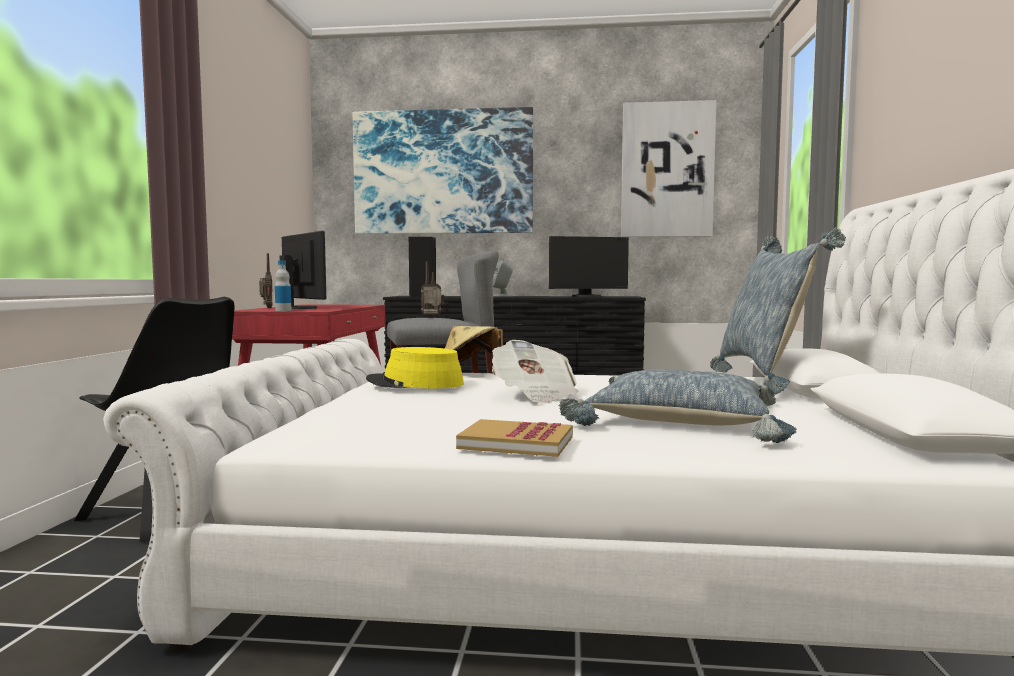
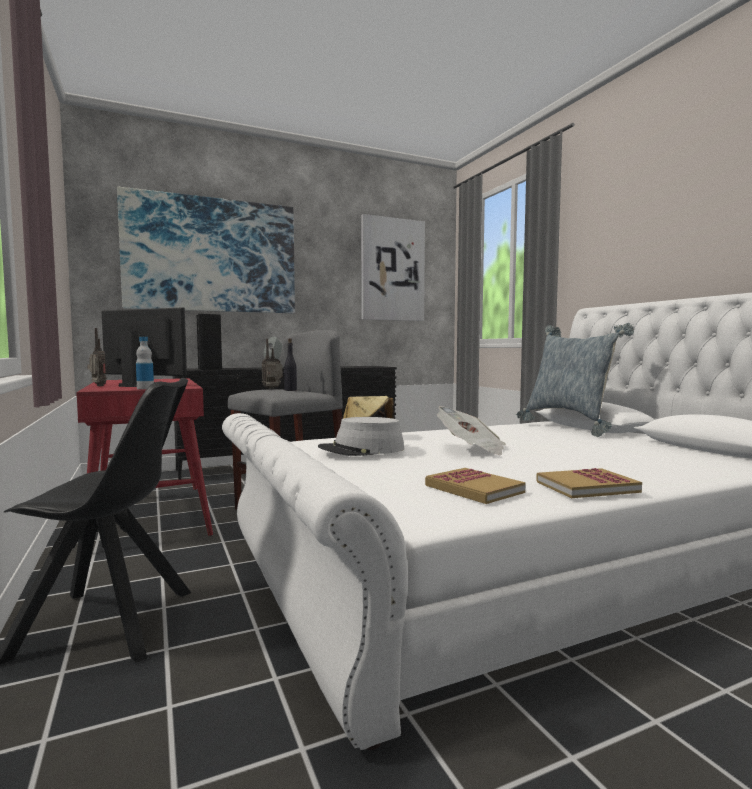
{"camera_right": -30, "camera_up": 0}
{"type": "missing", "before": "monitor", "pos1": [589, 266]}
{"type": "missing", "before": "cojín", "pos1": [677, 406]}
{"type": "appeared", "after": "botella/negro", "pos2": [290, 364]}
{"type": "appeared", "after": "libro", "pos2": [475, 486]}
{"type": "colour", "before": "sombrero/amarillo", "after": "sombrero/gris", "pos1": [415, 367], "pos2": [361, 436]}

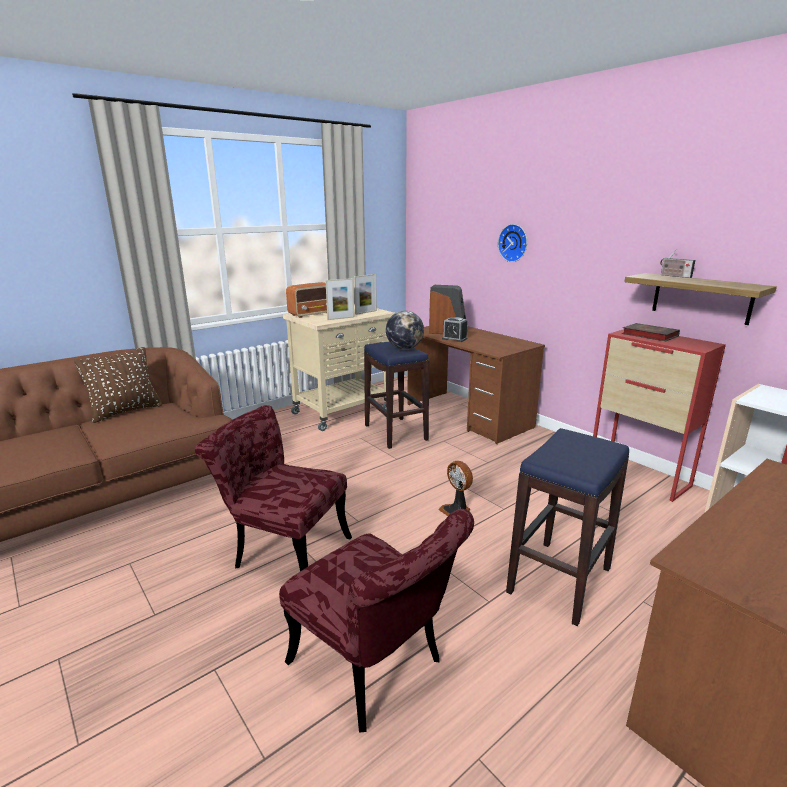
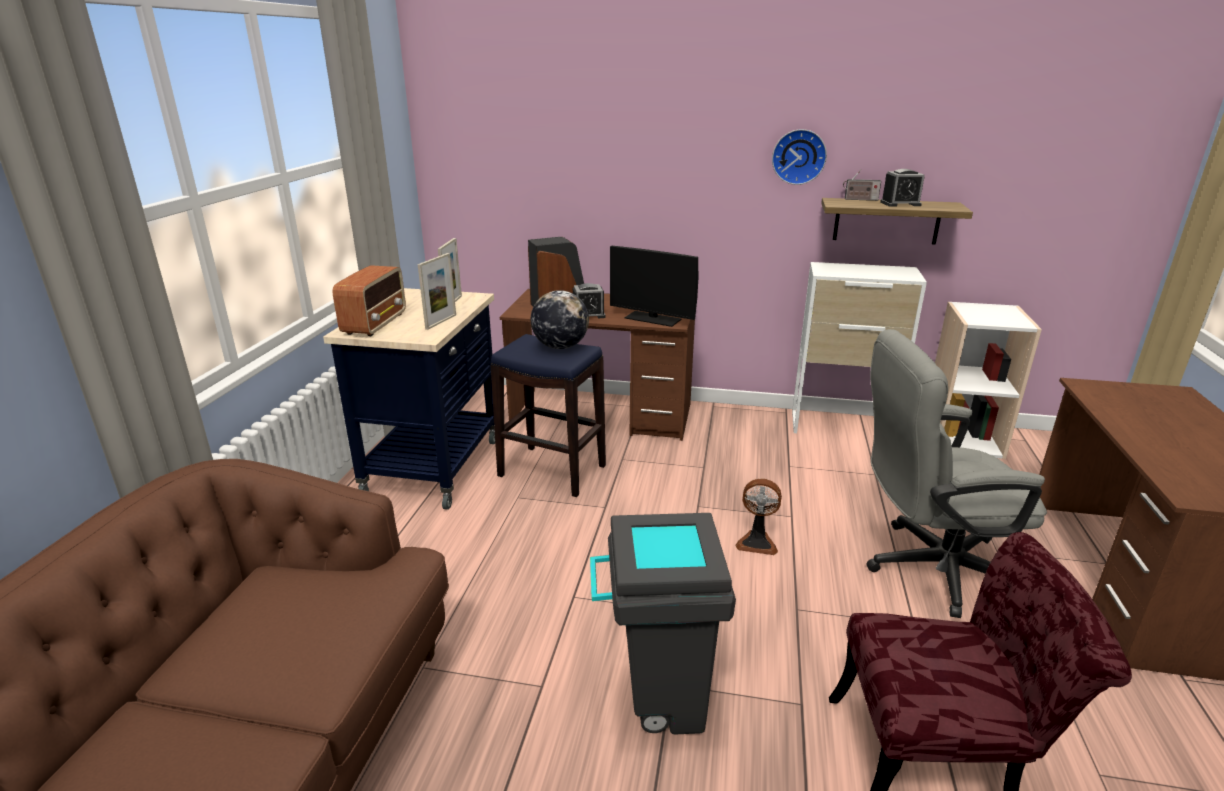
{"camera_right": -40, "camera_up": 5}
{"type": "missing", "before": "cojín/marrón", "pos1": [118, 385]}
{"type": "missing", "before": "libro", "pos1": [651, 332]}
{"type": "appeared", "after": "monitor", "pos2": [654, 286]}
{"type": "appeared", "after": "despertador", "pos2": [902, 188]}
{"type": "relocated", "before": "reloj de pared", "pos1": [512, 243], "pos2": [799, 157]}
{"type": "exchanged", "before": "silla/rojo", "after": "papelera/gris", "pos1": [273, 488], "pos2": [663, 624]}
{"type": "exchanged", "before": "taburete", "after": "silla de oficina/gris", "pos1": [567, 527], "pos2": [956, 473]}
{"type": "colour", "before": "carrito/beis", "after": "carrito/azul", "pos1": [339, 367], "pos2": [409, 399]}
{"type": "colour", "before": "armario/rojo", "after": "armario/blanco", "pos1": [659, 415], "pos2": [859, 347]}

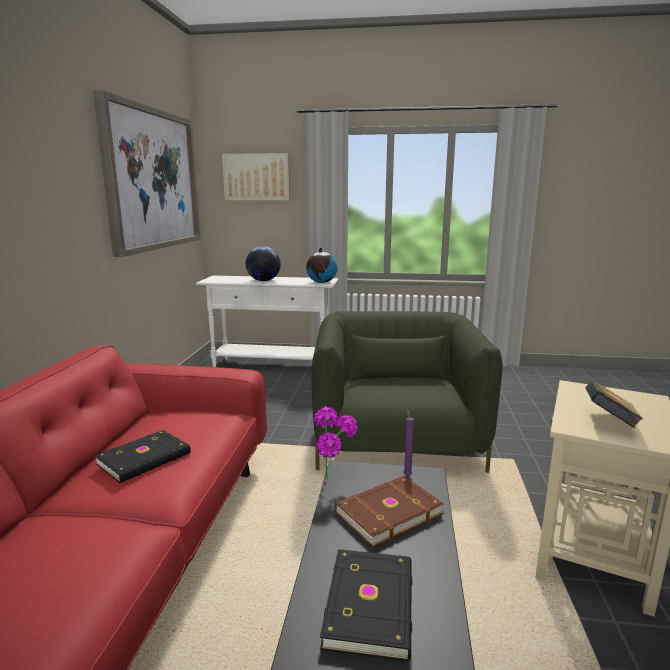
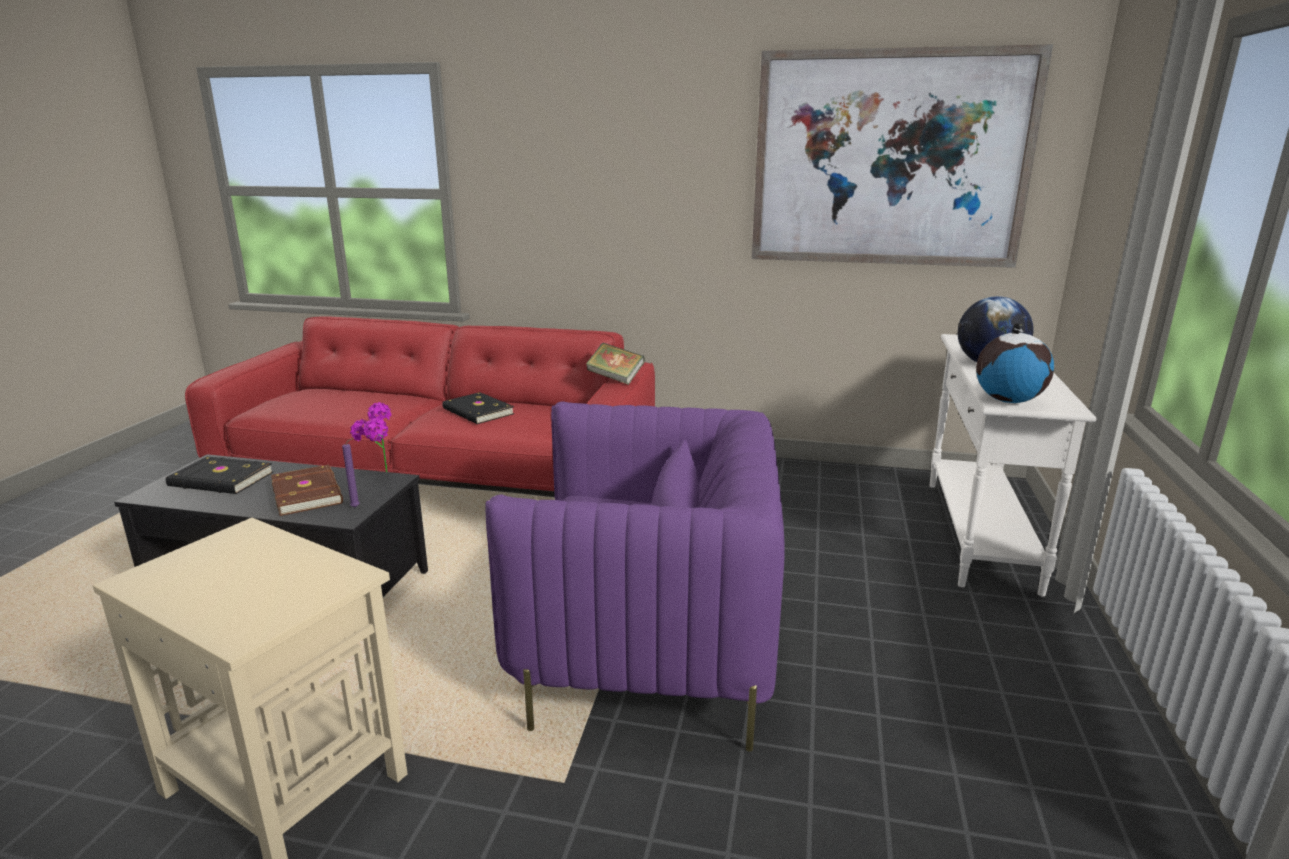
{"camera_right": 95, "camera_up": 5}
{"type": "missing", "before": "cuadro", "pos1": [256, 177]}
{"type": "relocated", "before": "libro", "pos1": [614, 404], "pos2": [615, 364]}
{"type": "colour", "before": "sillón/verde", "after": "sillón/morado", "pos1": [406, 392], "pos2": [635, 576]}

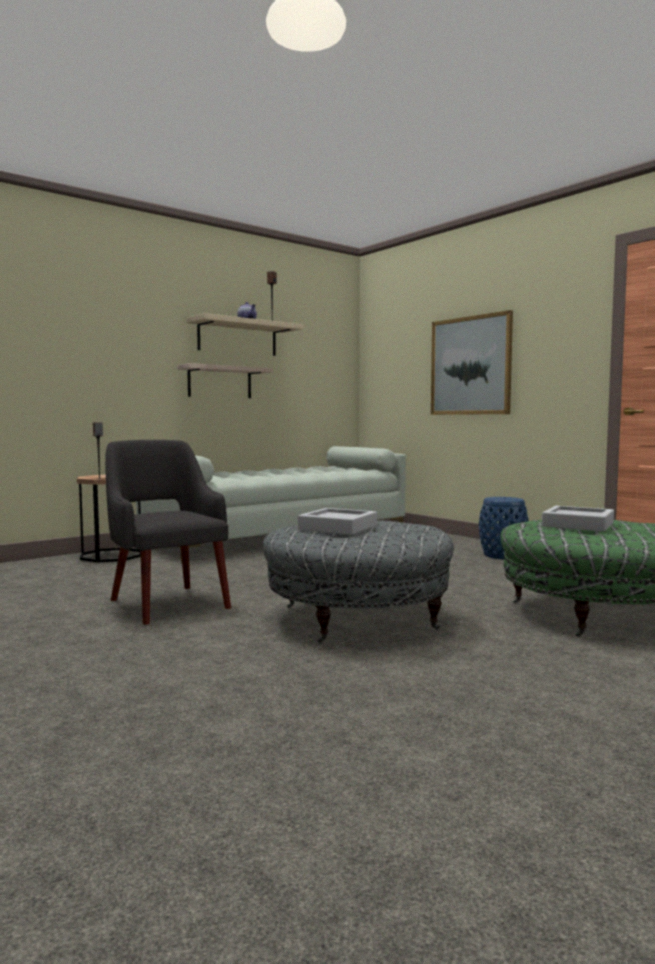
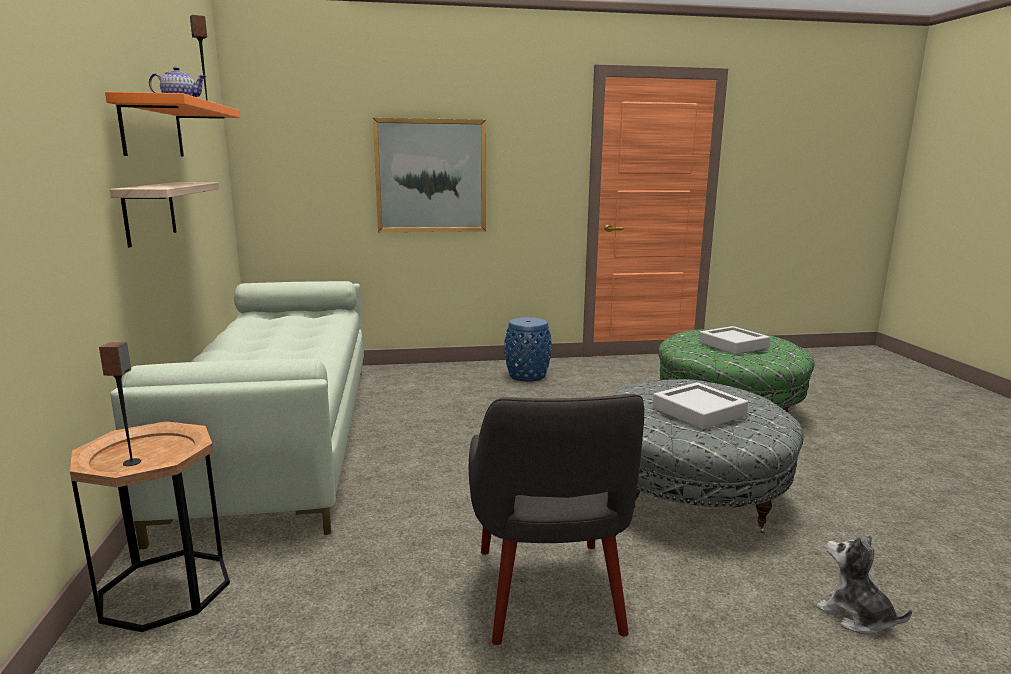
{"camera_right": -60, "camera_up": 10}
{"type": "appeared", "after": "peluche", "pos2": [864, 585]}
{"type": "colour", "before": "estante/beis", "after": "estante/naranja", "pos1": [245, 334], "pos2": [172, 124]}
{"type": "spun", "before": "sillón/gris", "pos1": [168, 532], "pos2": [556, 519], "turn": -90}

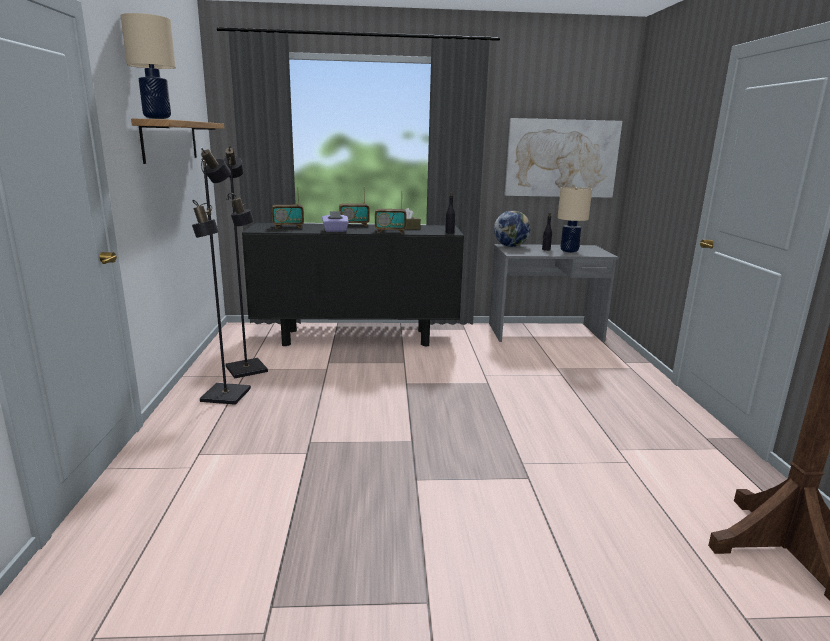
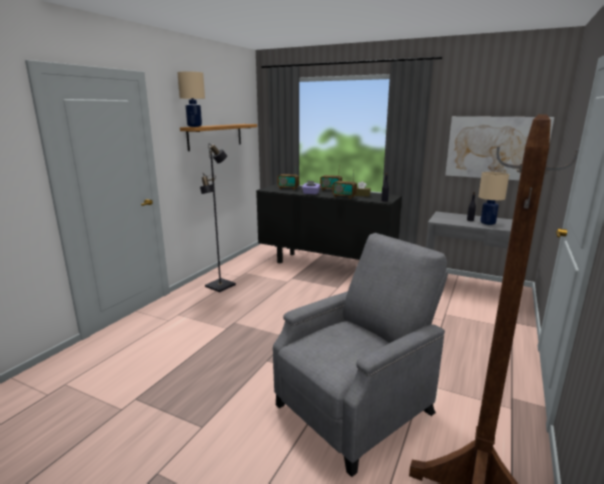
{"camera_right": 30, "camera_up": 0}
{"type": "missing", "before": "lámpara de pie/negro", "pos1": [244, 262]}
{"type": "missing", "before": "globo terráqueo", "pos1": [512, 228]}
{"type": "appeared", "after": "sillón/gris", "pos2": [360, 355]}

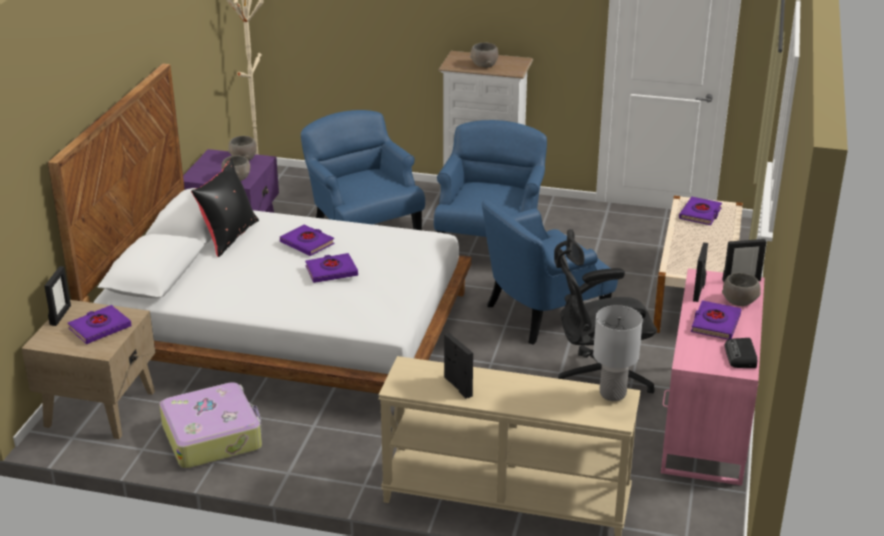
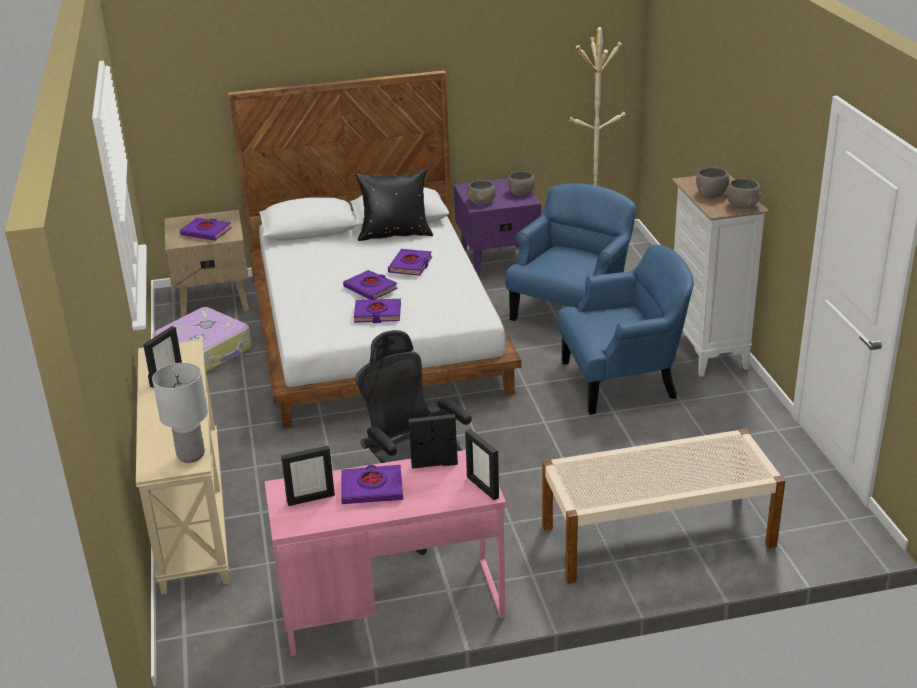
{"camera_right": 65, "camera_up": 0}
{"type": "missing", "before": "sillón/azul", "pos1": [549, 272]}
{"type": "missing", "before": "radio", "pos1": [740, 353]}
{"type": "relocated", "before": "portarretratos", "pos1": [57, 296], "pos2": [308, 476]}
{"type": "relocated", "before": "libro/morado", "pos1": [700, 211], "pos2": [377, 311]}
{"type": "relocated", "before": "cuenco/gris", "pos1": [741, 289], "pos2": [744, 193]}

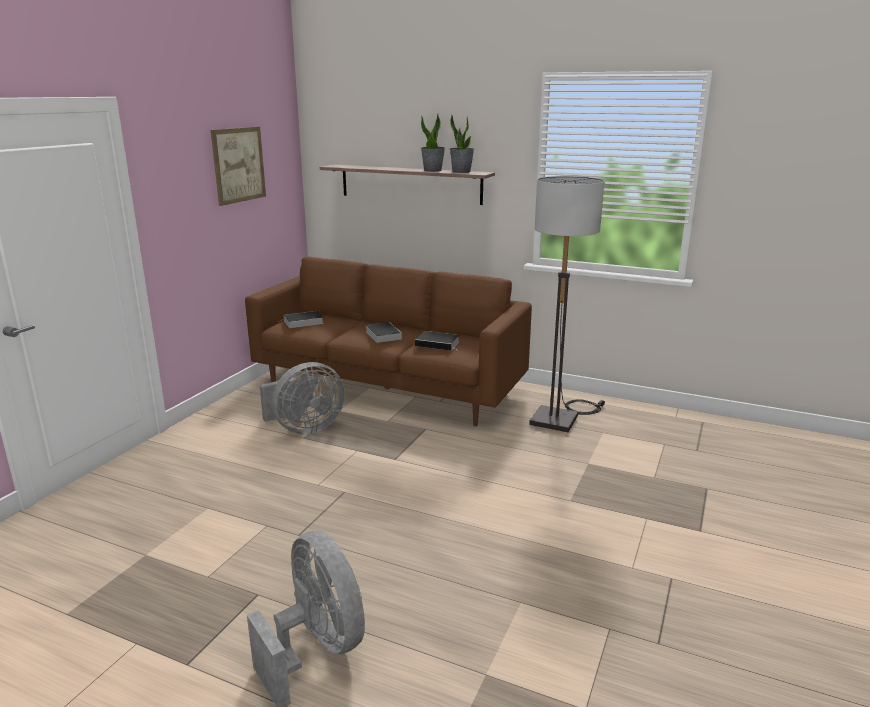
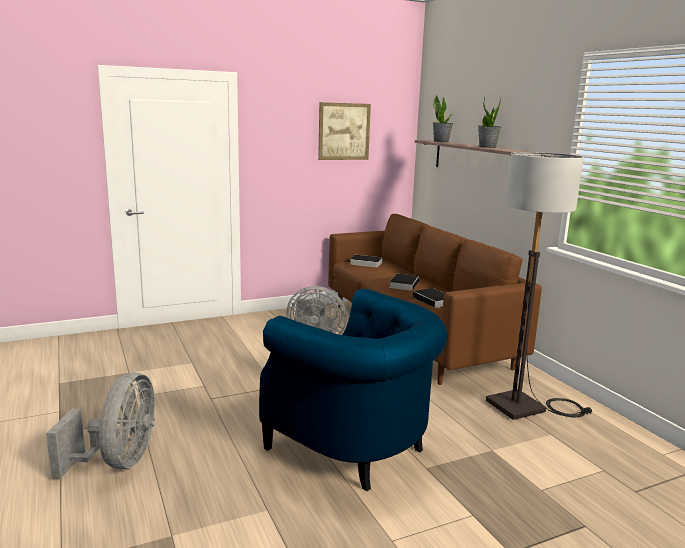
{"camera_right": 40, "camera_up": -5}
{"type": "appeared", "after": "sillón/azul", "pos2": [353, 390]}
{"type": "relocated", "before": "planta en maceta", "pos1": [461, 143], "pos2": [443, 118]}

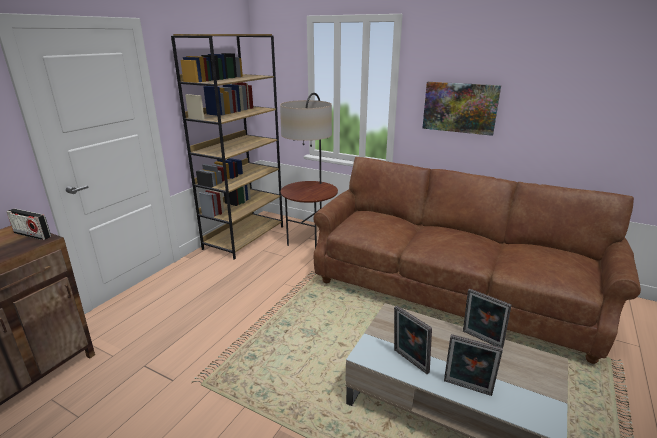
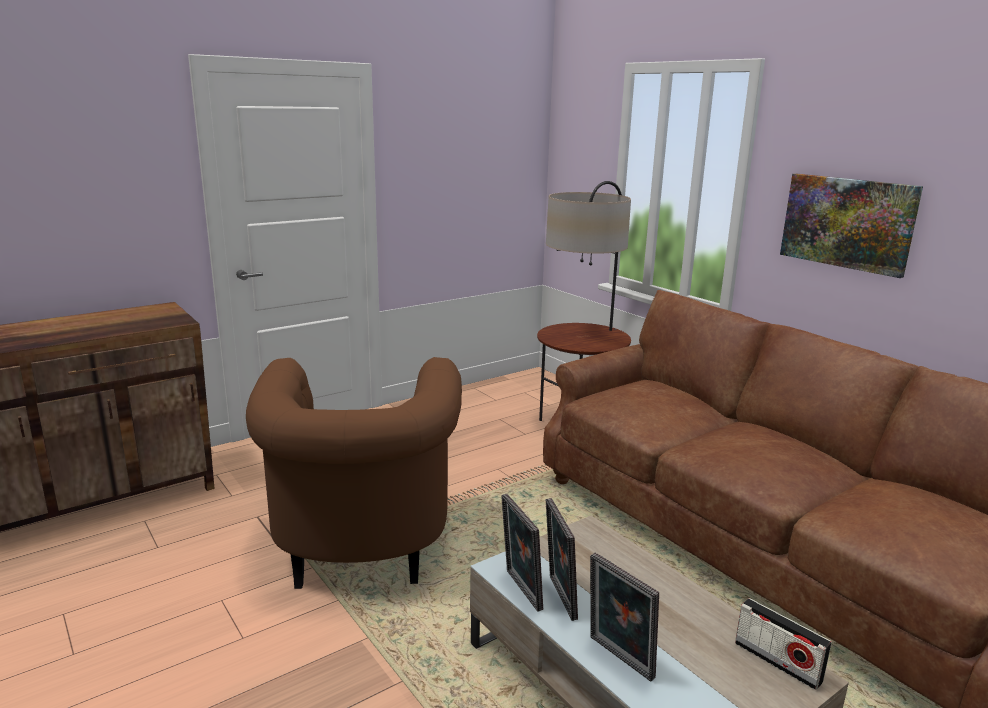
{"camera_right": 25, "camera_up": -5}
{"type": "missing", "before": "estantería/marrón", "pos1": [227, 147]}
{"type": "appeared", "after": "sillón/marrón", "pos2": [354, 473]}
{"type": "relocated", "before": "radio", "pos1": [28, 224], "pos2": [783, 644]}
{"type": "relocated", "before": "portarretratos", "pos1": [487, 318], "pos2": [522, 553]}

